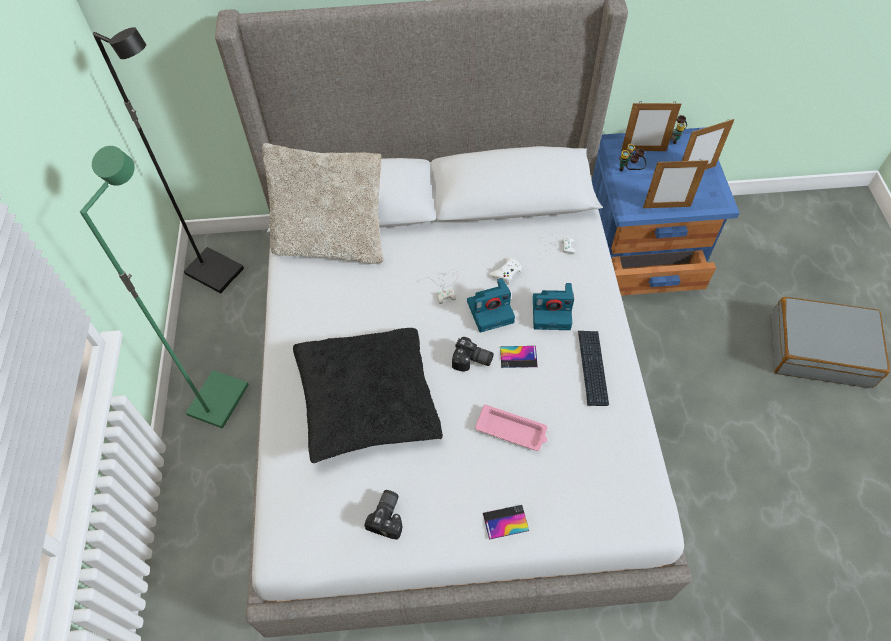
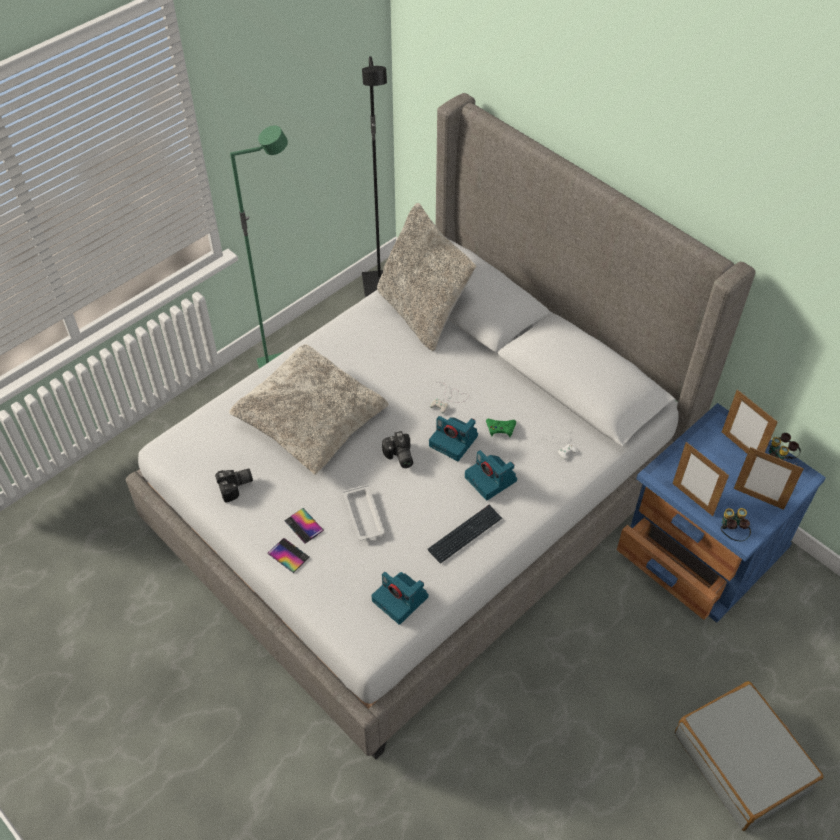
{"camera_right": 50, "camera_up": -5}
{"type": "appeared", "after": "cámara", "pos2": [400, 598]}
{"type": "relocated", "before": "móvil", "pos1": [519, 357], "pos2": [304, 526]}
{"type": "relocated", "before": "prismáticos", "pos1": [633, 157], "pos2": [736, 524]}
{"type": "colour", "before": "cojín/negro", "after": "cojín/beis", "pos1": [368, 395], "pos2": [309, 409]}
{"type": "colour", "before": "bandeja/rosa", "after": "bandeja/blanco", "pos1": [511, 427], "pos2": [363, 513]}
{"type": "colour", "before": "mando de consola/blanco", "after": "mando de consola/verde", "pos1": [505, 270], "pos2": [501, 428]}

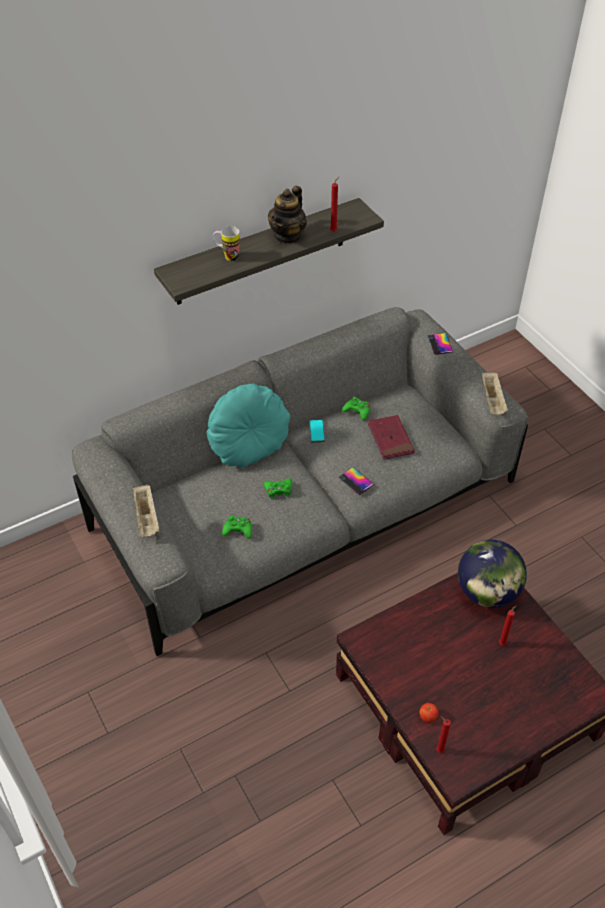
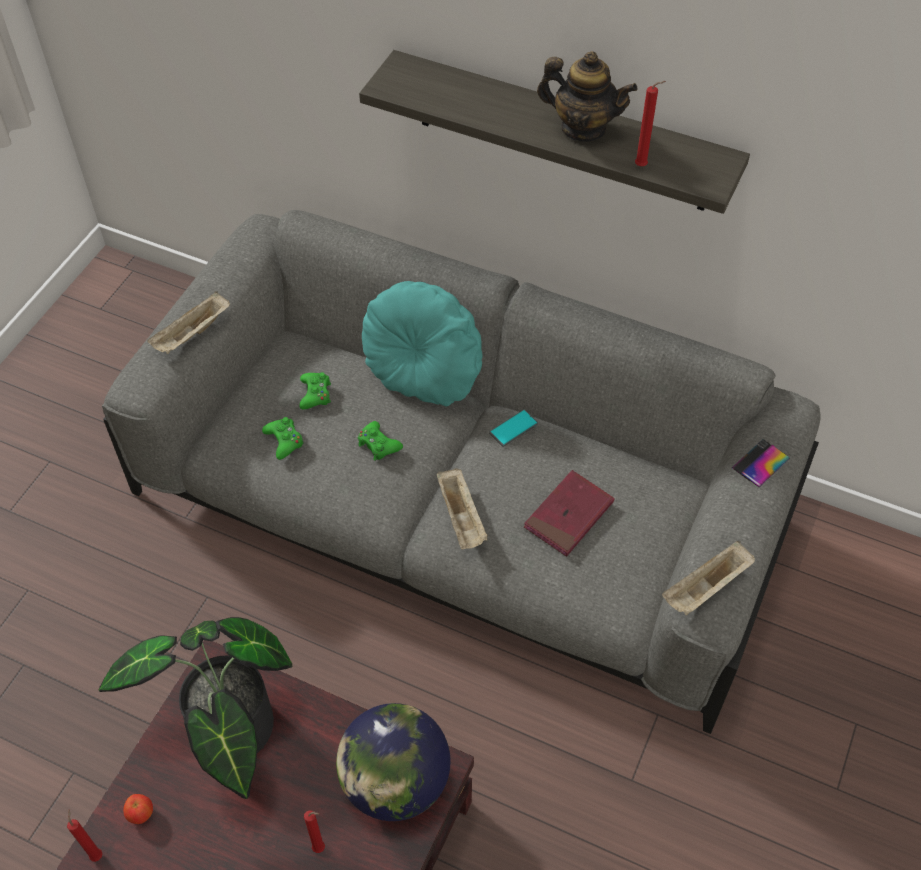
{"camera_right": 55, "camera_up": 5}
{"type": "missing", "before": "taza grande", "pos1": [226, 243]}
{"type": "appeared", "after": "planta en maceta", "pos2": [195, 708]}
{"type": "relocated", "before": "mando de consola/verde", "pos1": [356, 409], "pos2": [315, 390]}
{"type": "exchanged", "before": "móvil", "after": "bandeja/beis", "pos1": [356, 481], "pos2": [462, 508]}
{"type": "spun", "before": "tetera", "pos1": [287, 215], "pos2": [587, 96], "turn": -150}

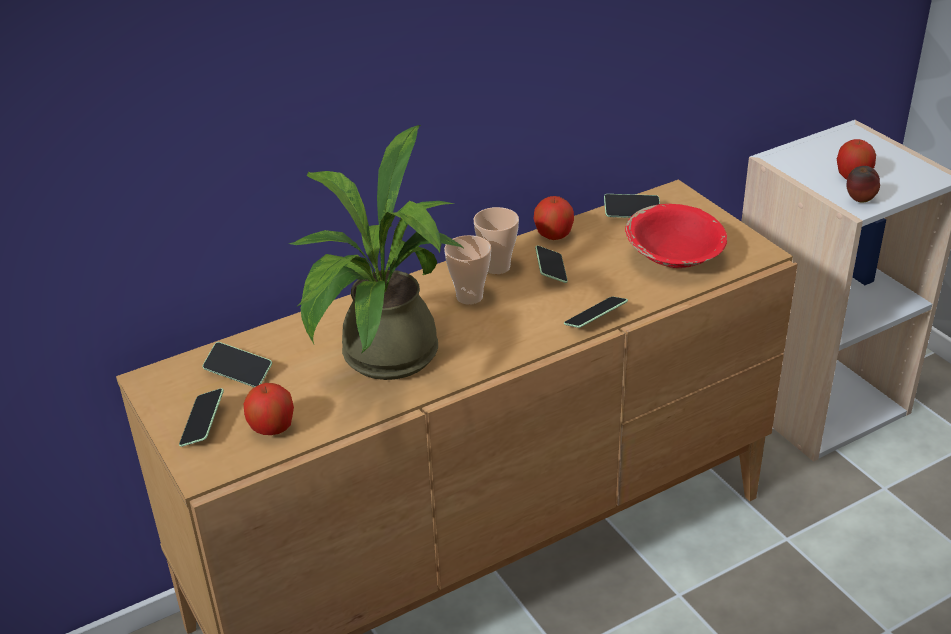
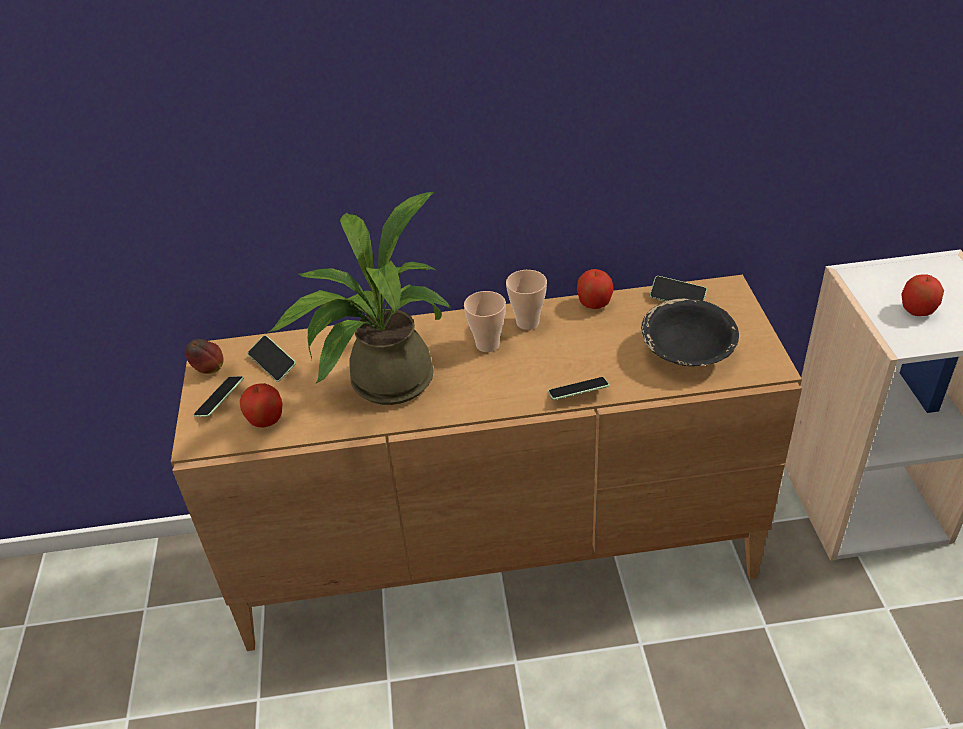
{"camera_right": 25, "camera_up": 5}
{"type": "missing", "before": "móvil", "pos1": [551, 264]}
{"type": "relocated", "before": "manzana", "pos1": [863, 184], "pos2": [205, 356]}
{"type": "colour", "before": "cuenco/rojo", "after": "cuenco/negro", "pos1": [676, 236], "pos2": [690, 332]}

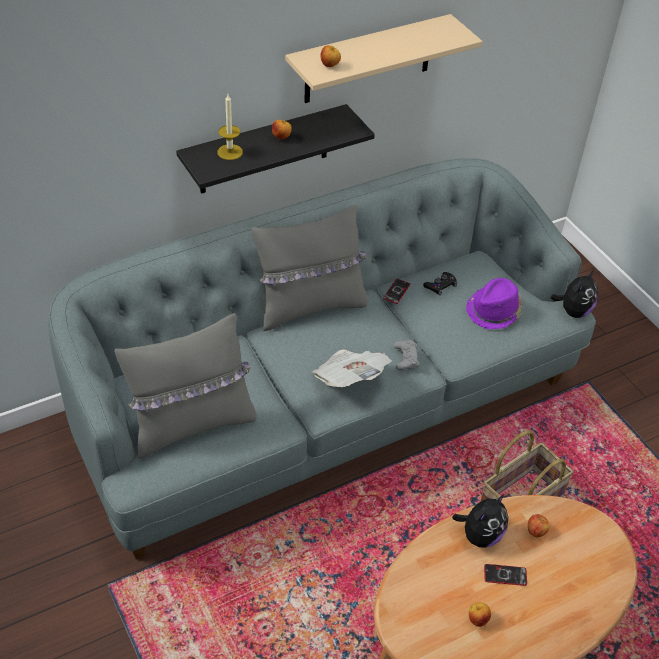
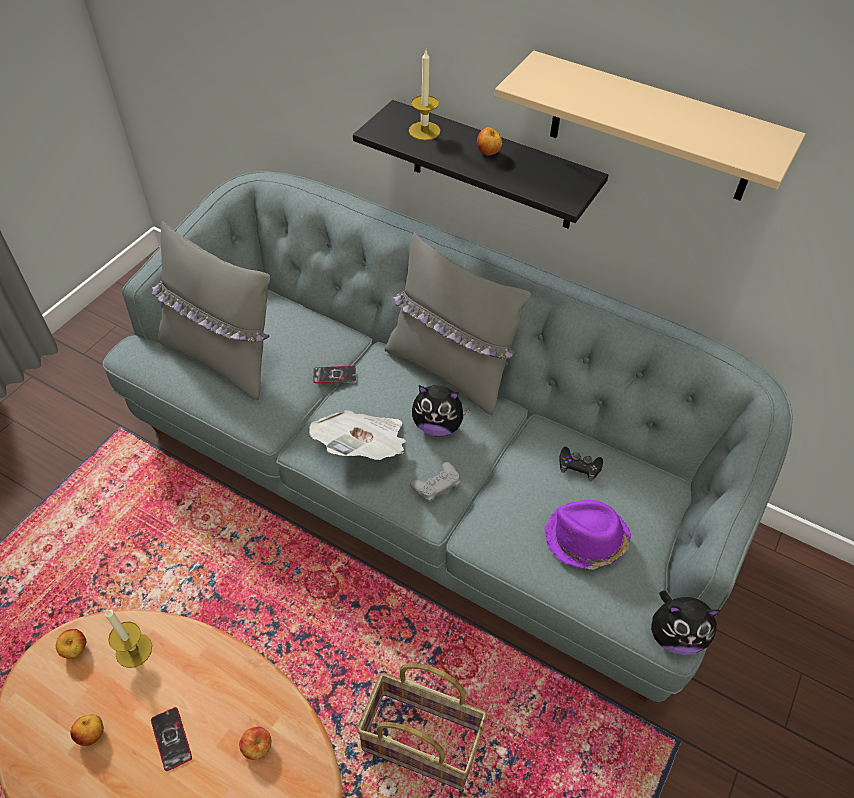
{"camera_right": 60, "camera_up": 5}
{"type": "appeared", "after": "vela", "pos2": [128, 638]}
{"type": "relocated", "before": "manzana", "pos1": [330, 56], "pos2": [71, 644]}
{"type": "relocated", "before": "móvil", "pos1": [396, 291], "pos2": [334, 374]}
{"type": "relocated", "before": "peluche", "pos1": [480, 521], "pos2": [441, 411]}

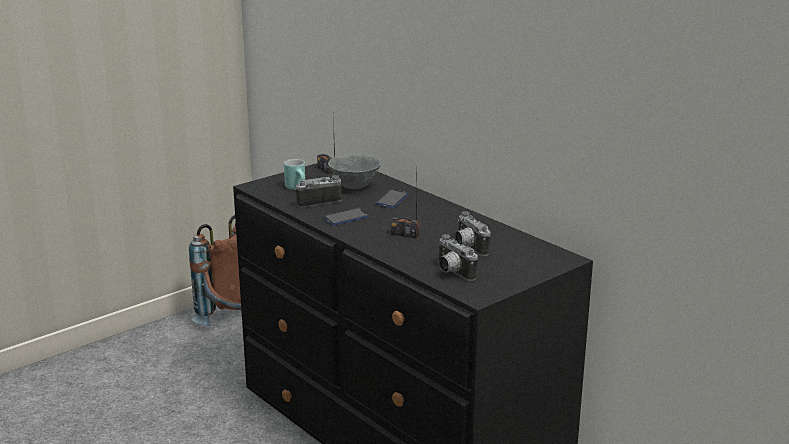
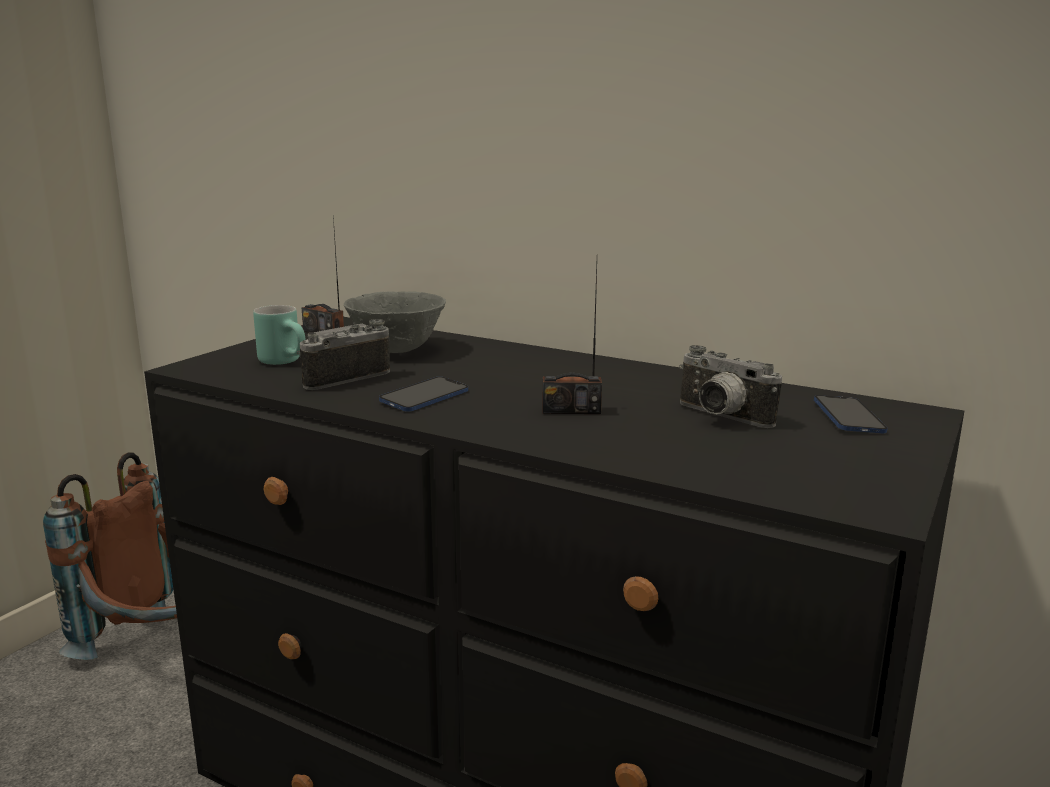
{"camera_right": -20, "camera_up": -5}
{"type": "missing", "before": "cámara", "pos1": [458, 257]}
{"type": "relocated", "before": "móvil", "pos1": [392, 198], "pos2": [851, 414]}

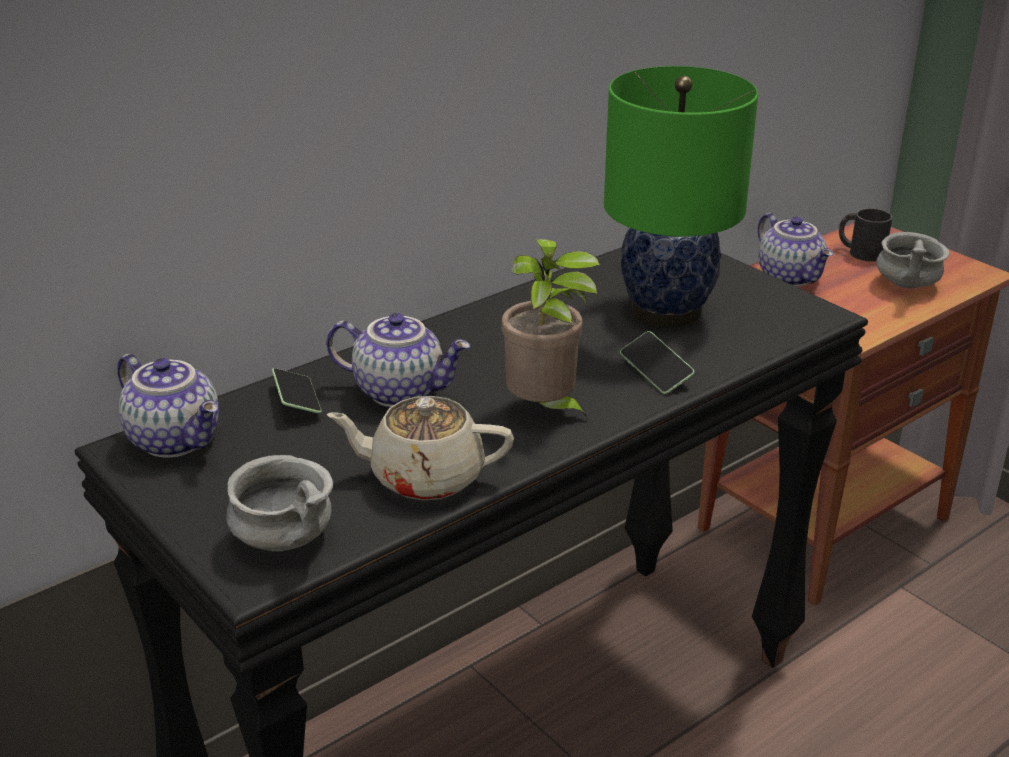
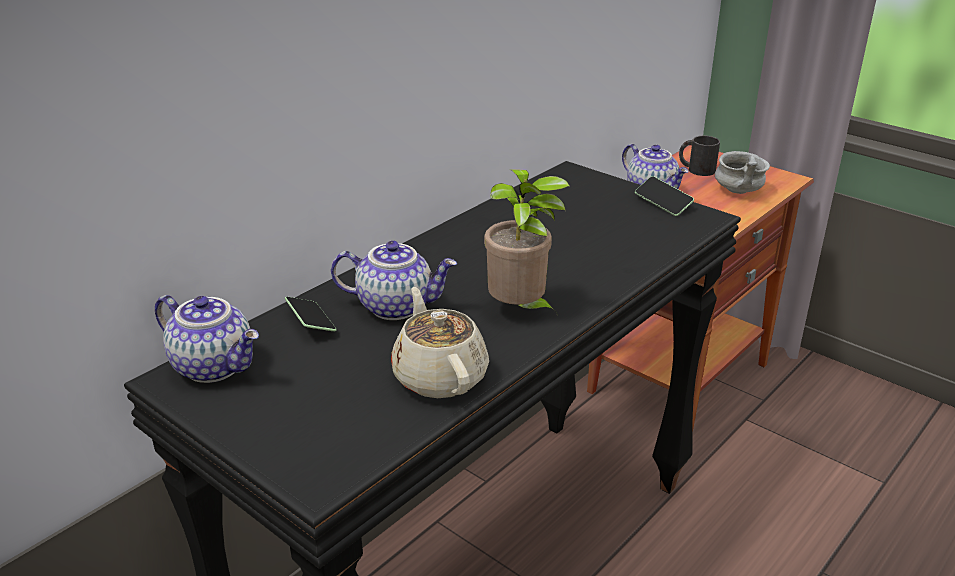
{"camera_right": -10, "camera_up": 0}
{"type": "missing", "before": "cuenco/gris", "pos1": [279, 503]}
{"type": "missing", "before": "lámpara de mesa/verde", "pos1": [681, 196]}
{"type": "relocated", "before": "móvil", "pos1": [657, 362], "pos2": [664, 196]}
{"type": "spun", "before": "tetera/beis", "pos1": [420, 448], "pos2": [440, 342], "turn": 75}

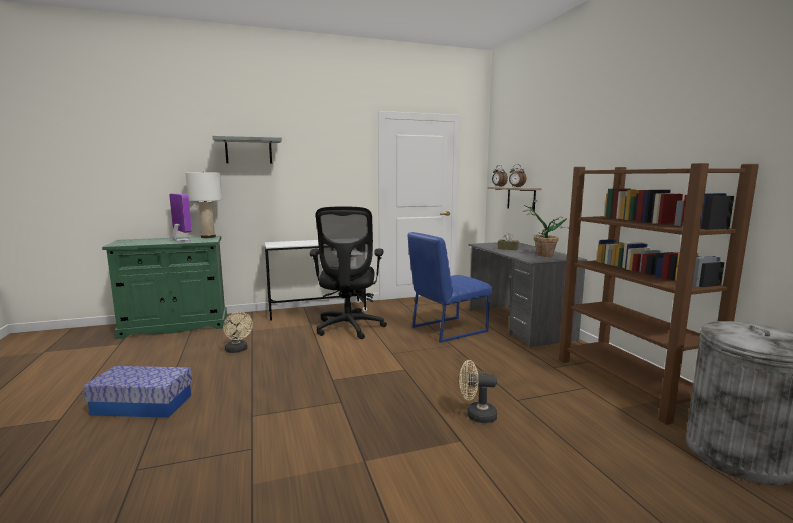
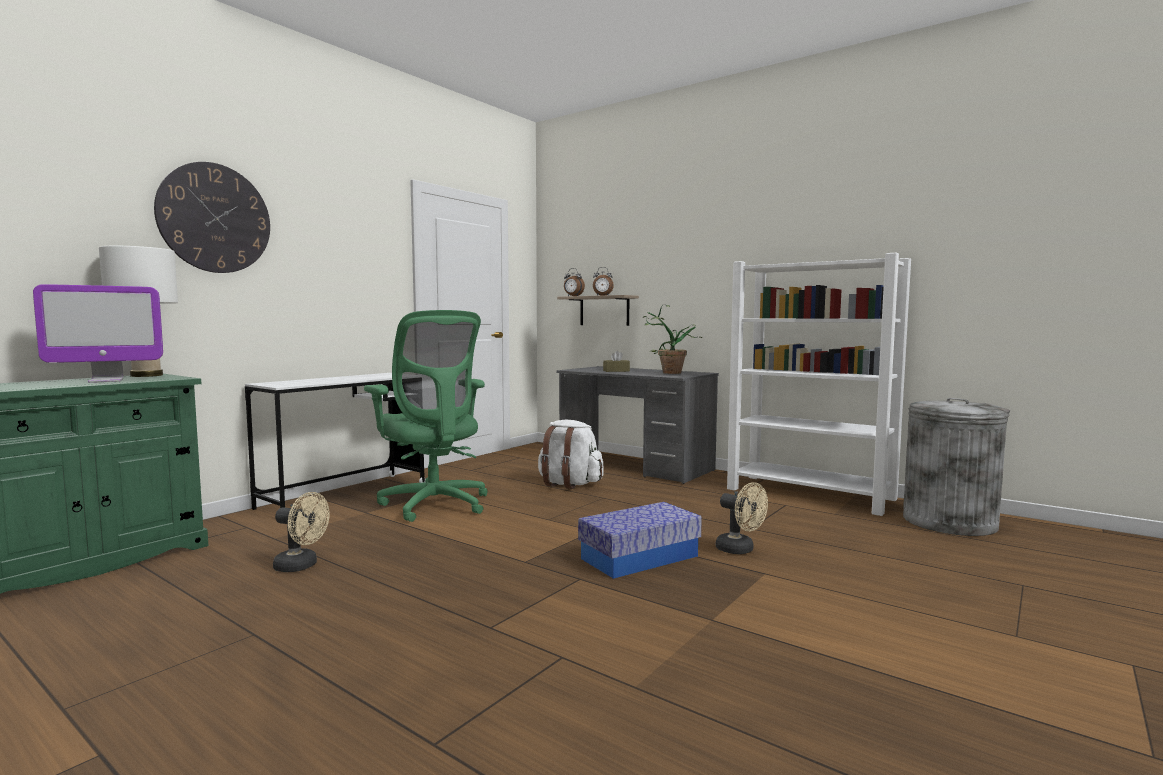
{"camera_right": -35, "camera_up": -5}
{"type": "relocated", "before": "caja de almacenaje", "pos1": [137, 392], "pos2": [640, 540]}
{"type": "exchanged", "before": "estante/gris", "after": "reloj de pared", "pos1": [247, 150], "pos2": [212, 217]}
{"type": "exchanged", "before": "silla/azul", "after": "mochila/blanco", "pos1": [449, 287], "pos2": [571, 454]}
{"type": "colour", "before": "silla de oficina/negro", "after": "silla de oficina/verde", "pos1": [348, 272], "pos2": [426, 416]}
{"type": "colour", "before": "estantería/marrón", "after": "estantería/blanco", "pos1": [659, 294], "pos2": [819, 384]}
{"type": "spun", "before": "monitor", "pos1": [181, 217], "pos2": [98, 333], "turn": 135}
{"type": "spun", "before": "ventilador/beis", "pos1": [478, 391], "pos2": [742, 518], "turn": -105}

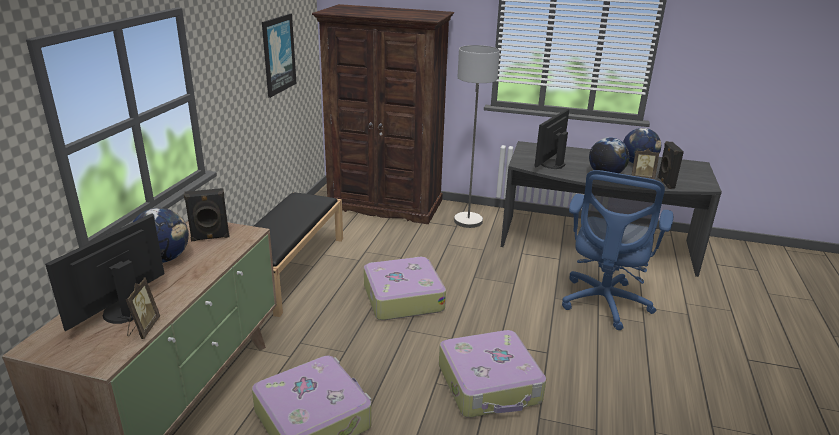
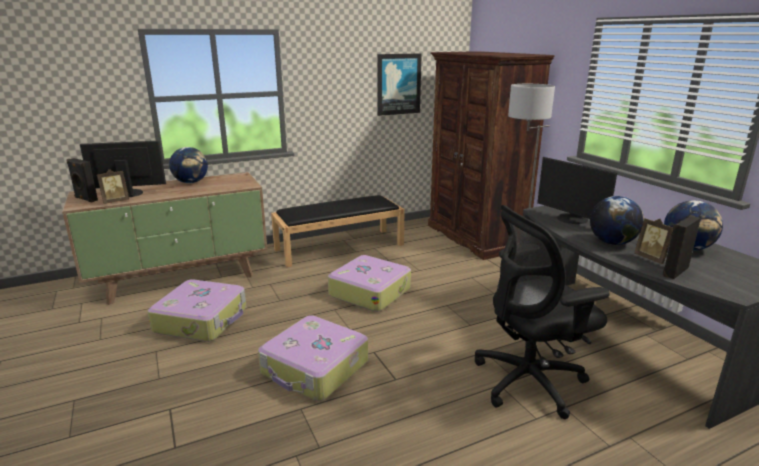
{"camera_right": 50, "camera_up": -5}
{"type": "relocated", "before": "altavoz/negro", "pos1": [207, 214], "pos2": [82, 180]}
{"type": "colour", "before": "silla de oficina/azul", "after": "silla de oficina/negro", "pos1": [617, 250], "pos2": [542, 312]}
{"type": "spun", "before": "monitor", "pos1": [551, 138], "pos2": [577, 190], "turn": -120}

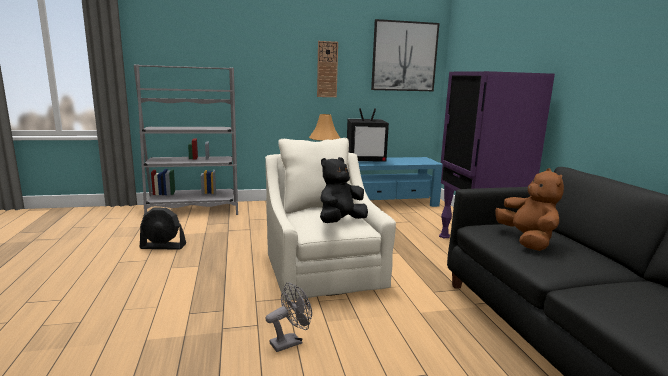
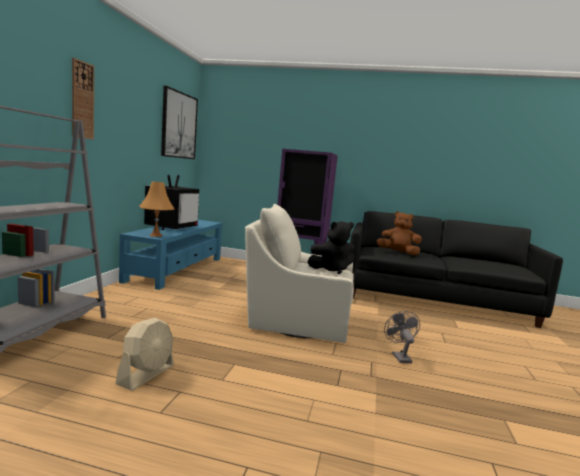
{"camera_right": -65, "camera_up": -5}
{"type": "relocated", "before": "reloj de pared", "pos1": [327, 69], "pos2": [83, 99]}
{"type": "colour", "before": "ventilador/negro", "after": "ventilador/beis", "pos1": [163, 229], "pos2": [145, 354]}
{"type": "spun", "before": "peluche/negro", "pos1": [344, 190], "pos2": [331, 247], "turn": -90}

